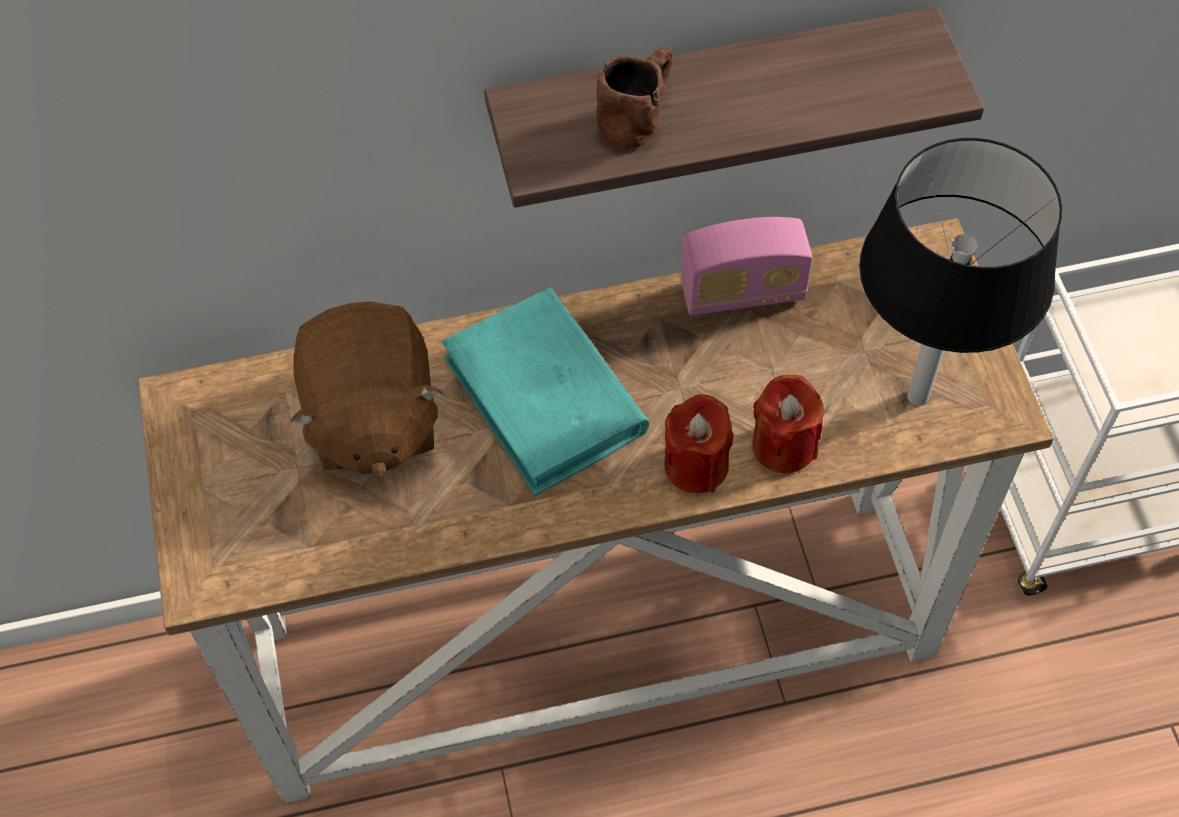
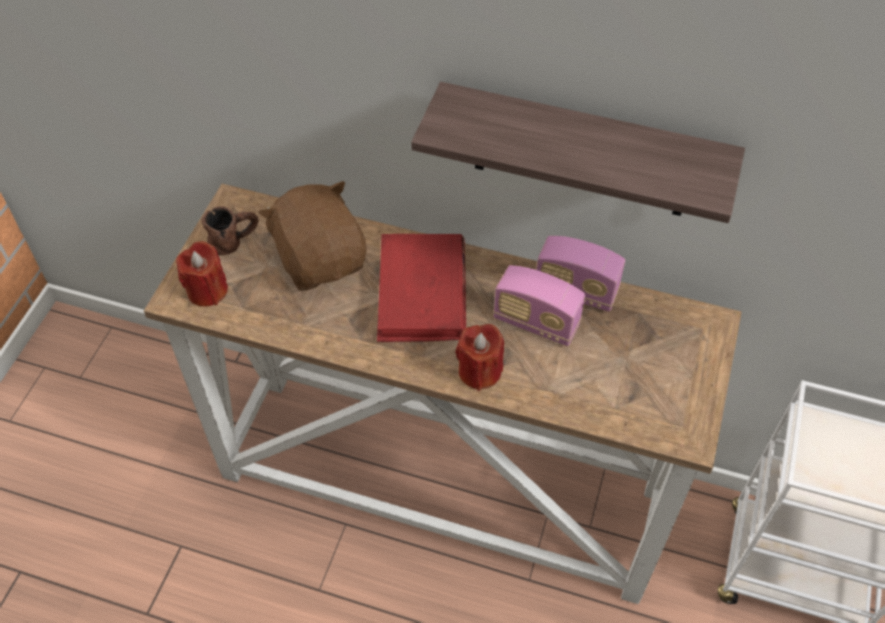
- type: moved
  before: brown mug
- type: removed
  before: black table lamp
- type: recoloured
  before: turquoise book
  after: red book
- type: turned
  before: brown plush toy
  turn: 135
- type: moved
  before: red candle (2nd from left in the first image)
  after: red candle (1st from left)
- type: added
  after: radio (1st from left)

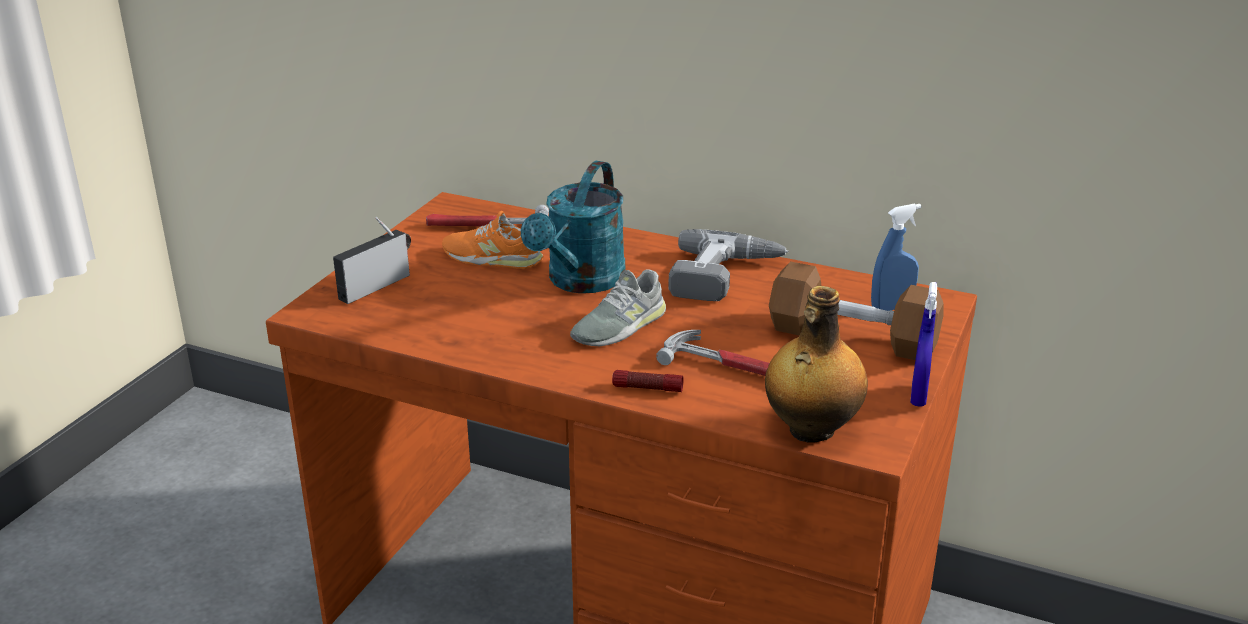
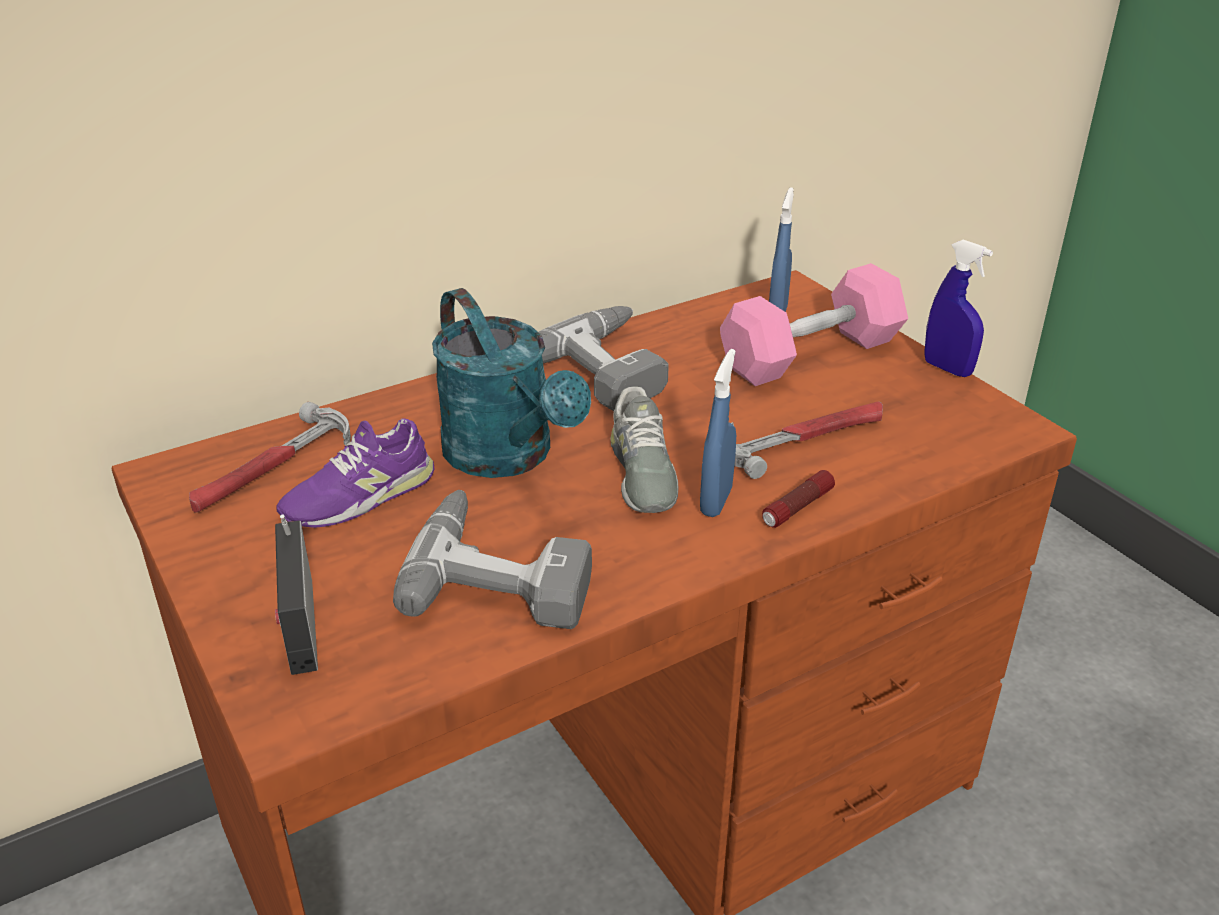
- type: recoloured
  before: orange shoe
  after: purple shoe
- type: recoloured
  before: brown dumbbell
  after: pink dumbbell
- type: removed
  before: bottle
- type: added
  after: blue spray bottle (1st from left)
- type: added
  after: power drill (1st from left)

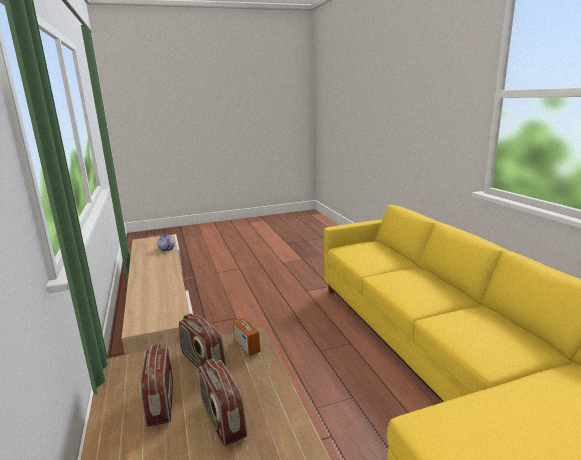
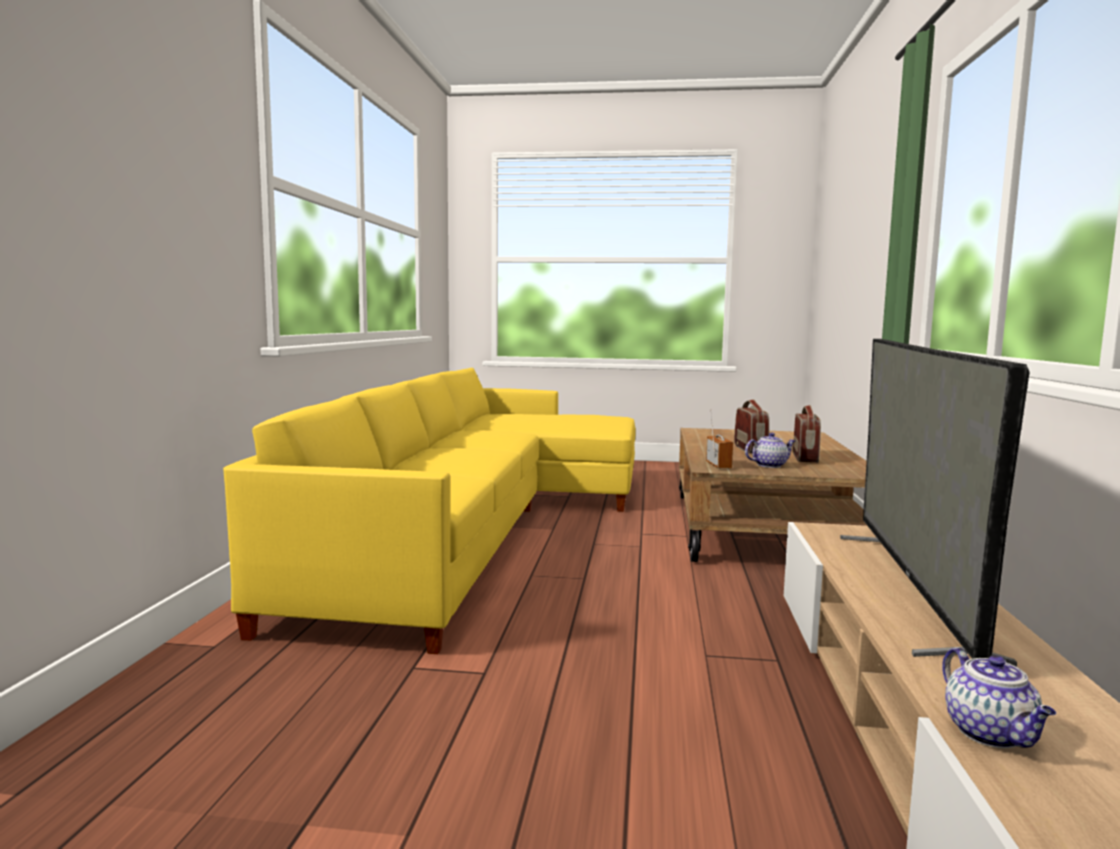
- type: replaced
  before: radio (2nd from left)
  after: teapot (1st from left)
- type: added
  after: television

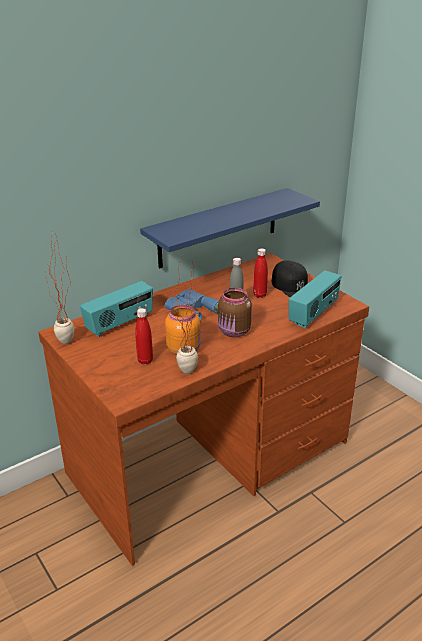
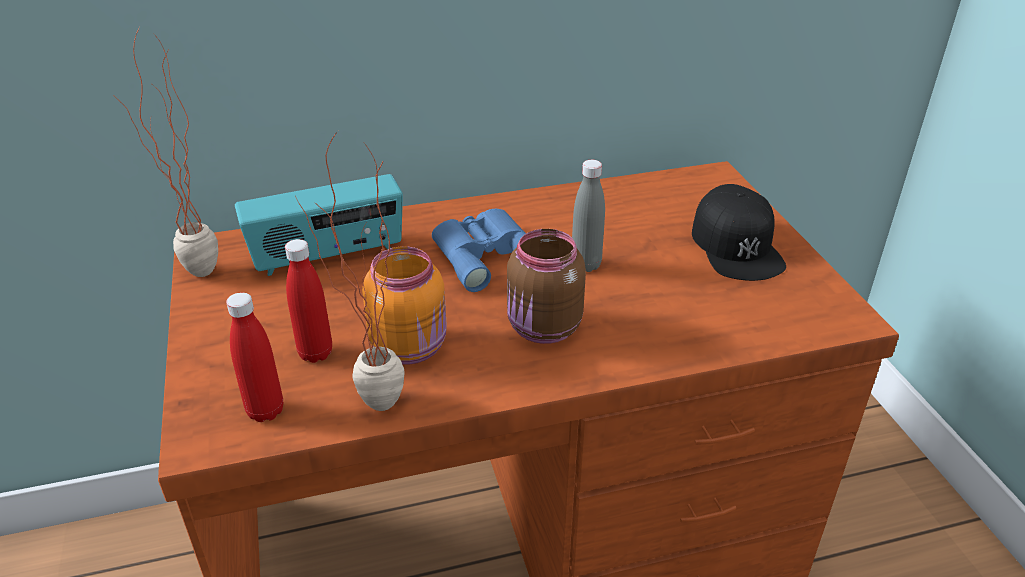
- type: removed
  before: blue shelf
- type: moved
  before: red bottle (2nd from left in the first image)
  after: red bottle (1st from left)
- type: removed
  before: radio (2nd from left)

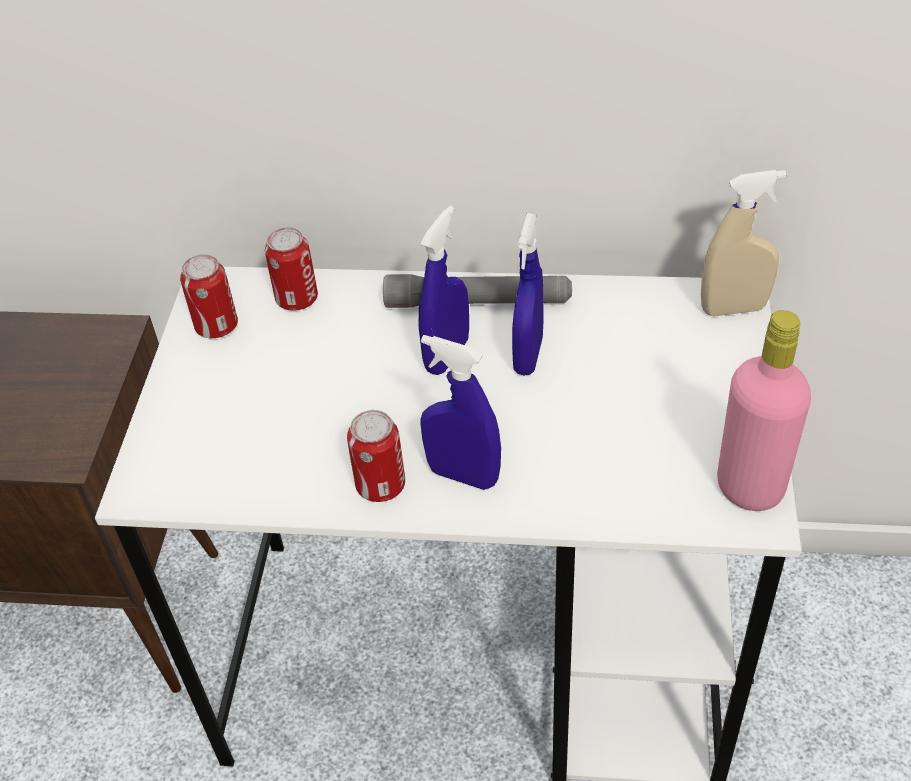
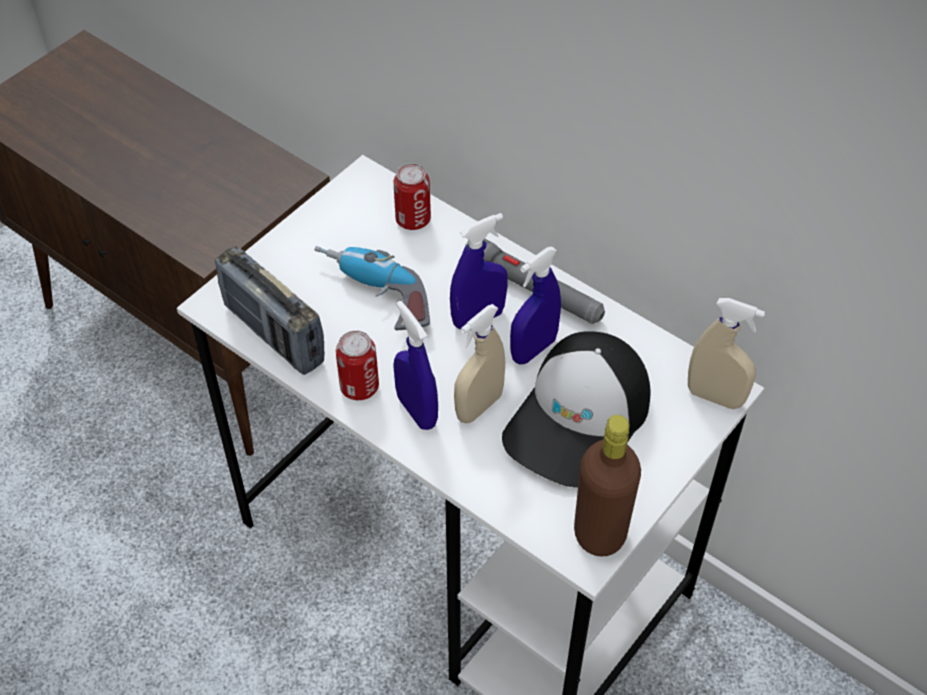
- type: removed
  before: can (1st from left)
- type: recoloured
  before: pink bottle
  after: brown bottle
- type: added
  after: radio
- type: added
  after: power drill
- type: added
  after: beige spray bottle (1st from left)
- type: added
  after: cap

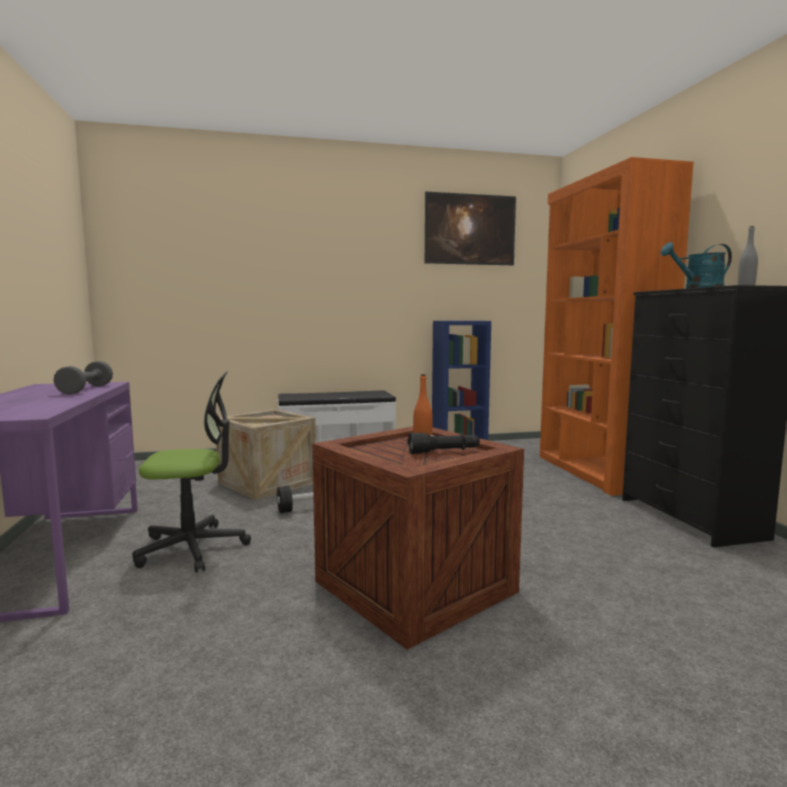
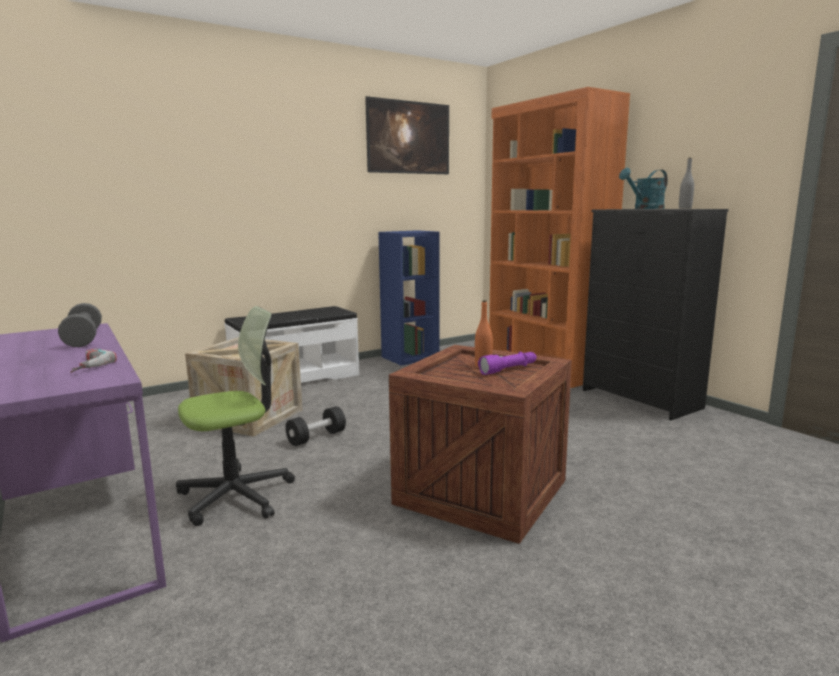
- type: recoloured
  before: black flashlight
  after: purple flashlight
- type: added
  after: power drill

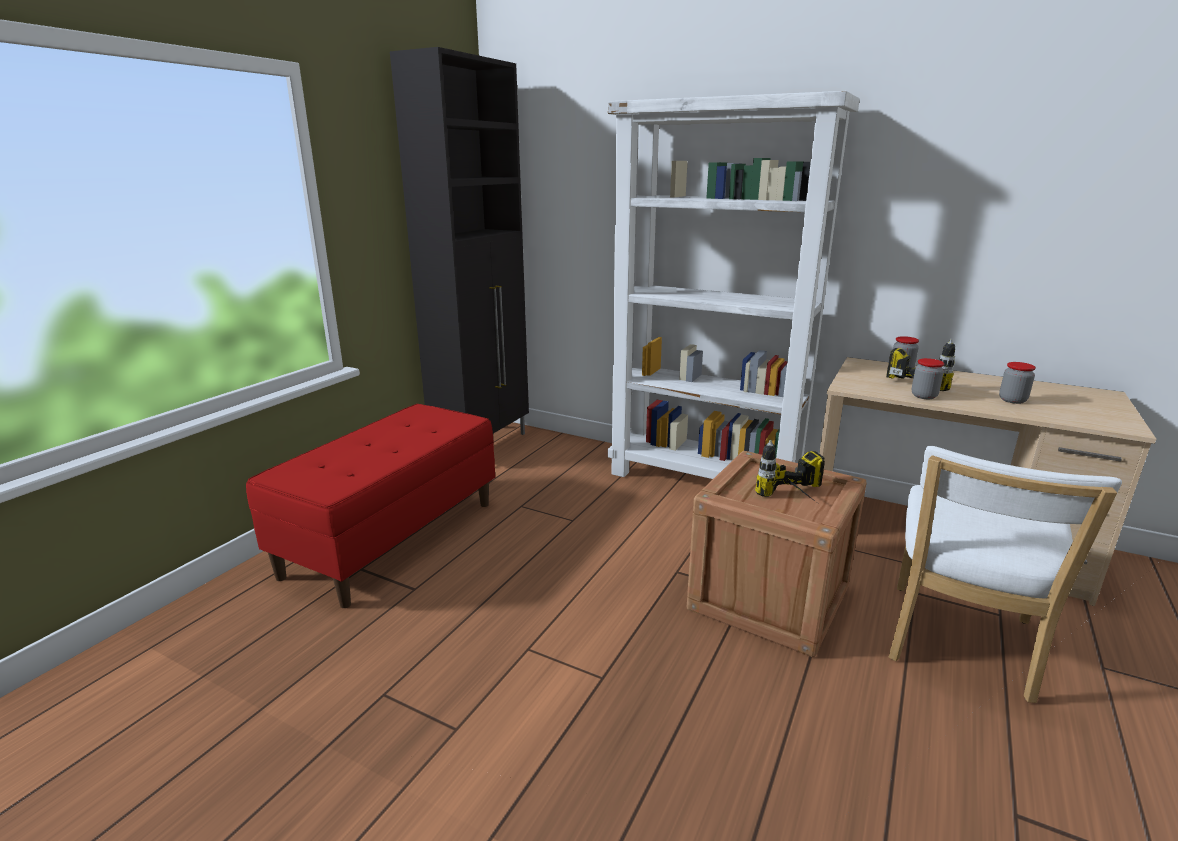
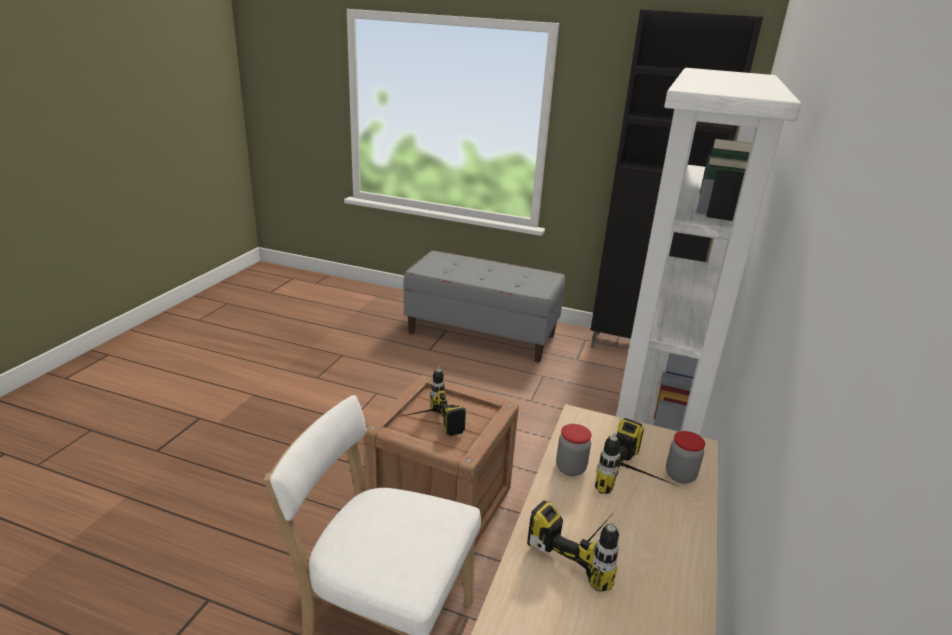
- type: replaced
  before: jar (3rd from left)
  after: power drill (2nd from left)
- type: recoloured
  before: red bench
  after: grey bench

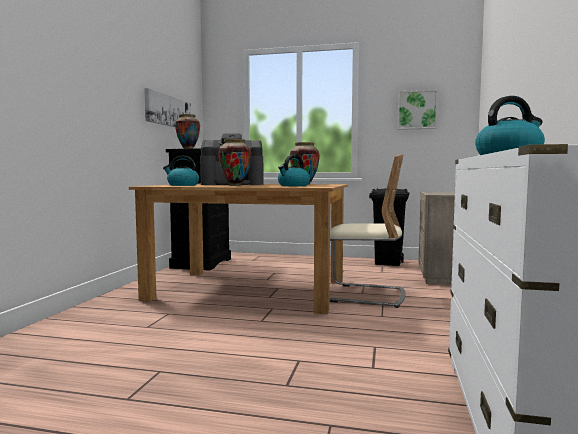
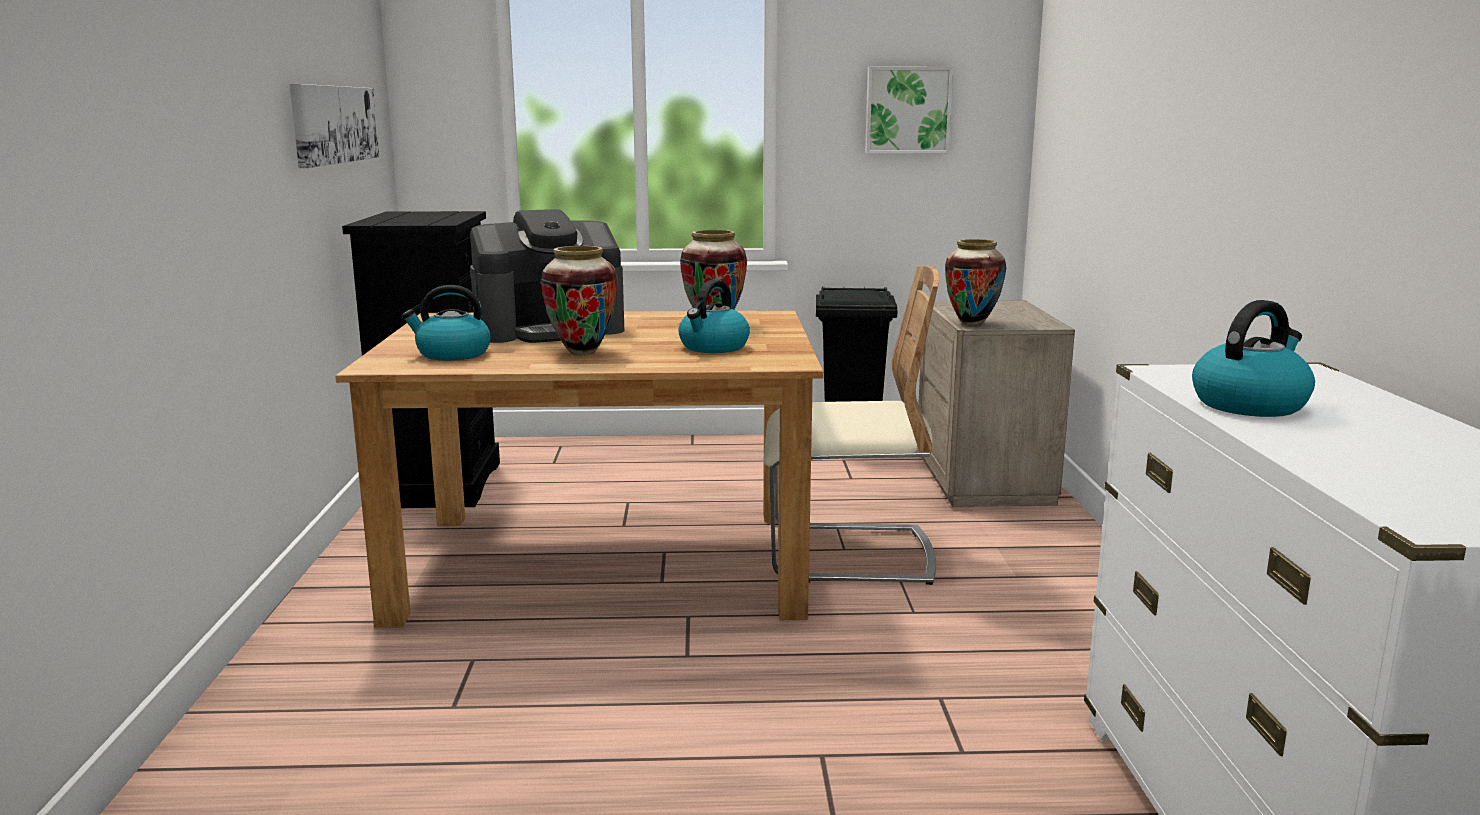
- type: moved
  before: vase (1st from left in the first image)
  after: vase (3rd from left)

